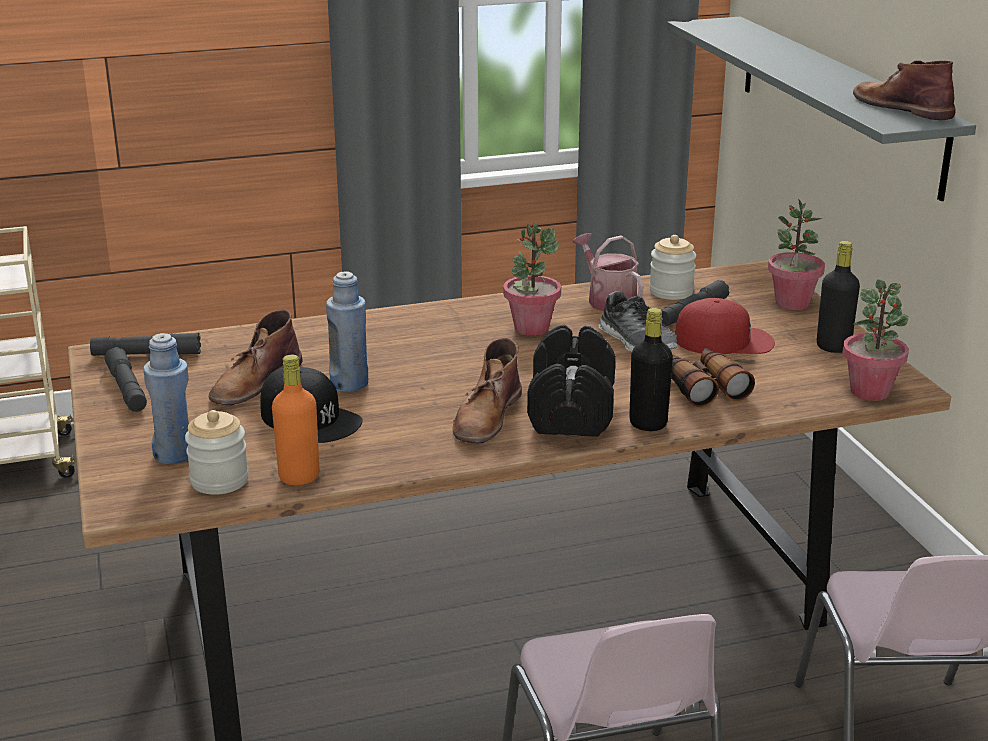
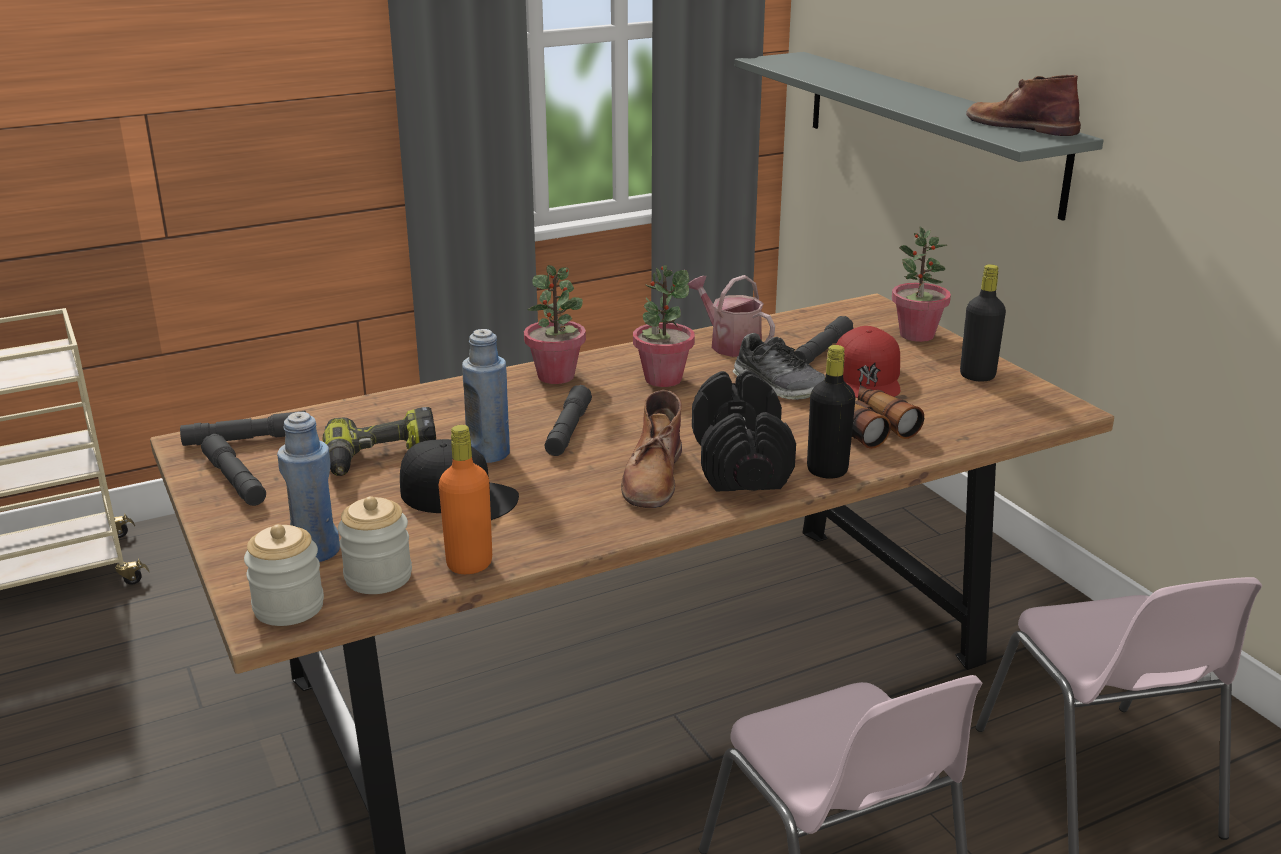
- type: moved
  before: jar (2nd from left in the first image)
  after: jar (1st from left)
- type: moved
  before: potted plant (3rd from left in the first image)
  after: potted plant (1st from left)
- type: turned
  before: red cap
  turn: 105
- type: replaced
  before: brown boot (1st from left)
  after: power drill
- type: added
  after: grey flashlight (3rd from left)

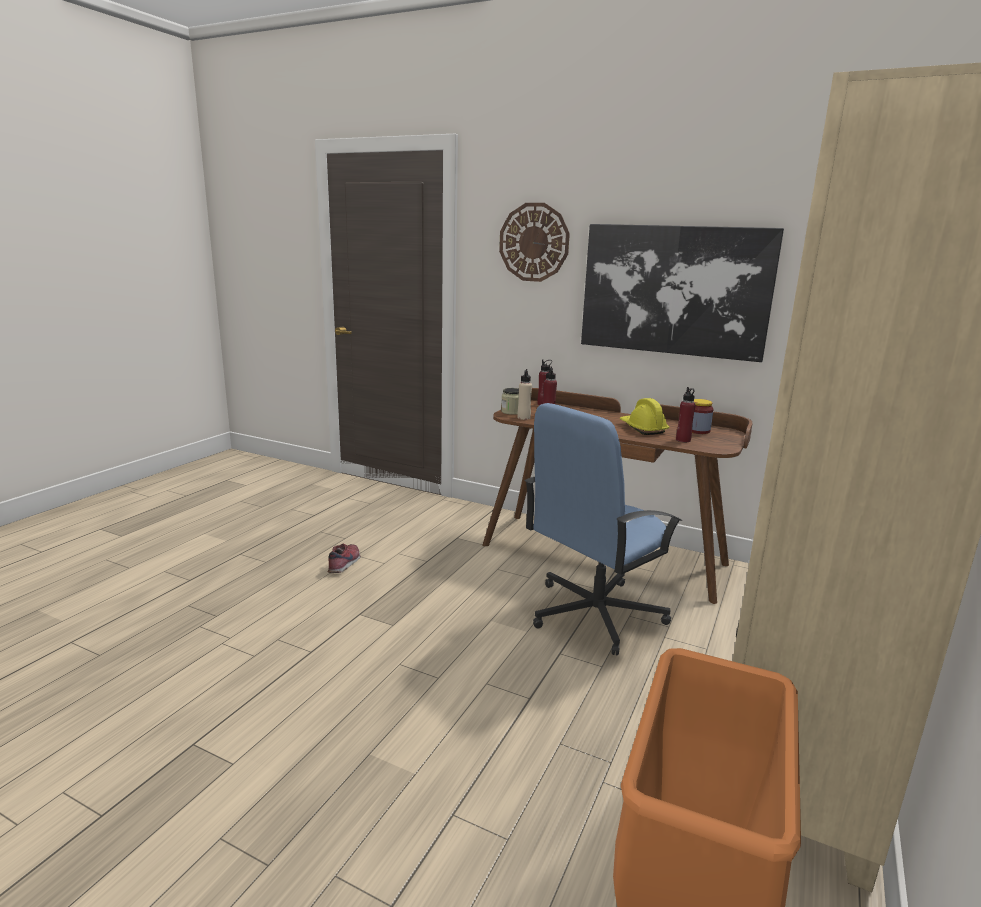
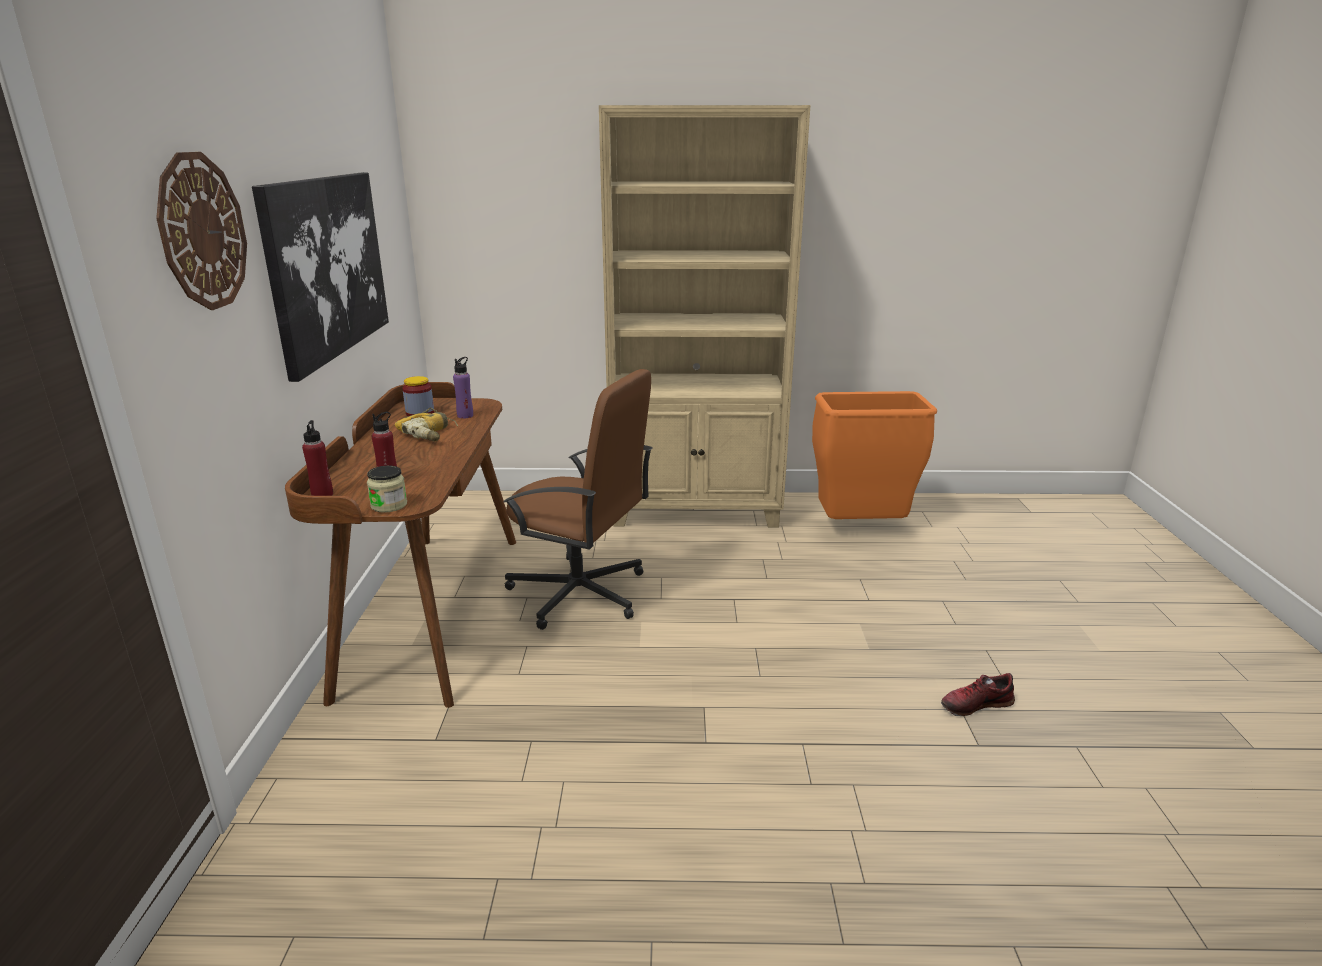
- type: removed
  before: beige bottle
- type: recoloured
  before: red bottle (3rd from left)
  after: purple bottle
- type: replaced
  before: yellow hard hat
  after: power drill
- type: recoloured
  before: blue office chair
  after: brown office chair
- type: moved
  before: shoe

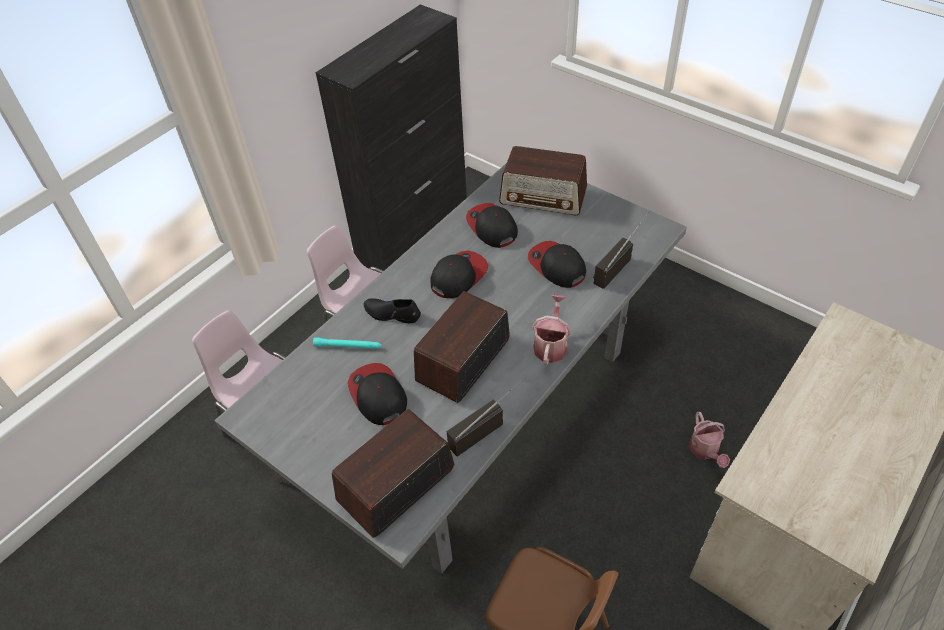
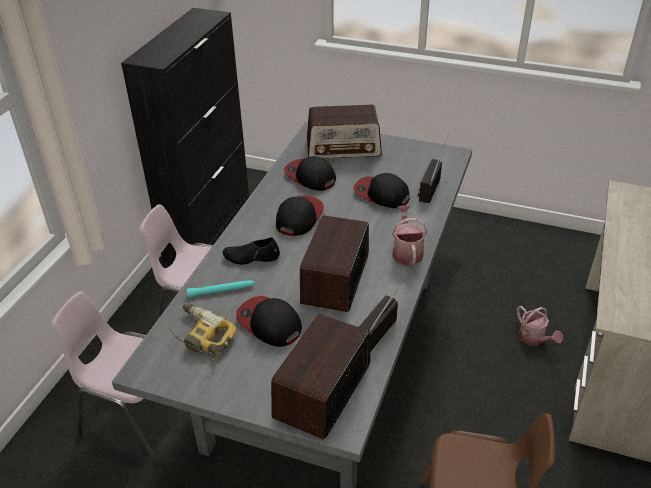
- type: added
  after: power drill

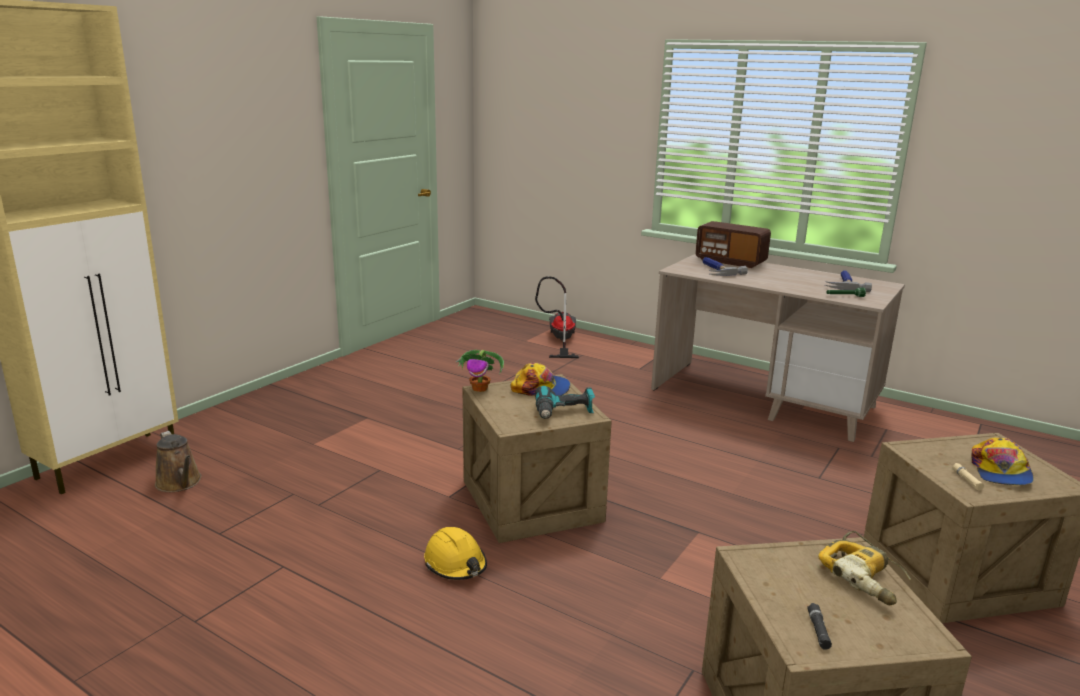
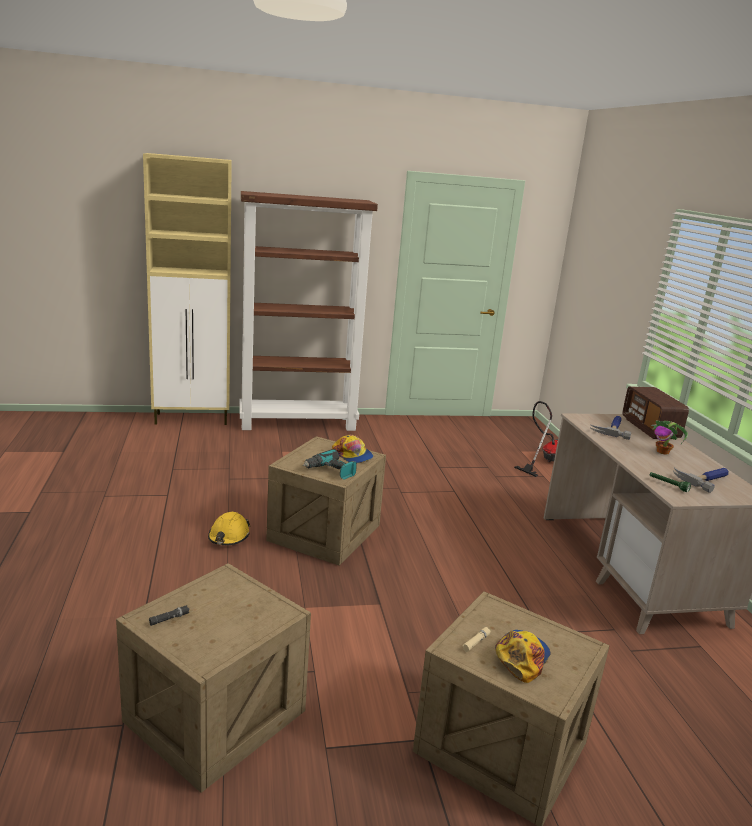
- type: moved
  before: potted plant
- type: removed
  before: brown watering can
- type: turned
  before: cap (2nd from left)
  turn: 150
- type: removed
  before: power drill (2nd from left)
- type: added
  after: brown bookcase

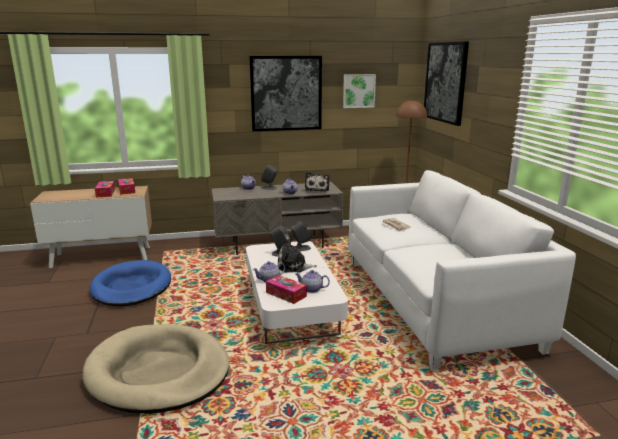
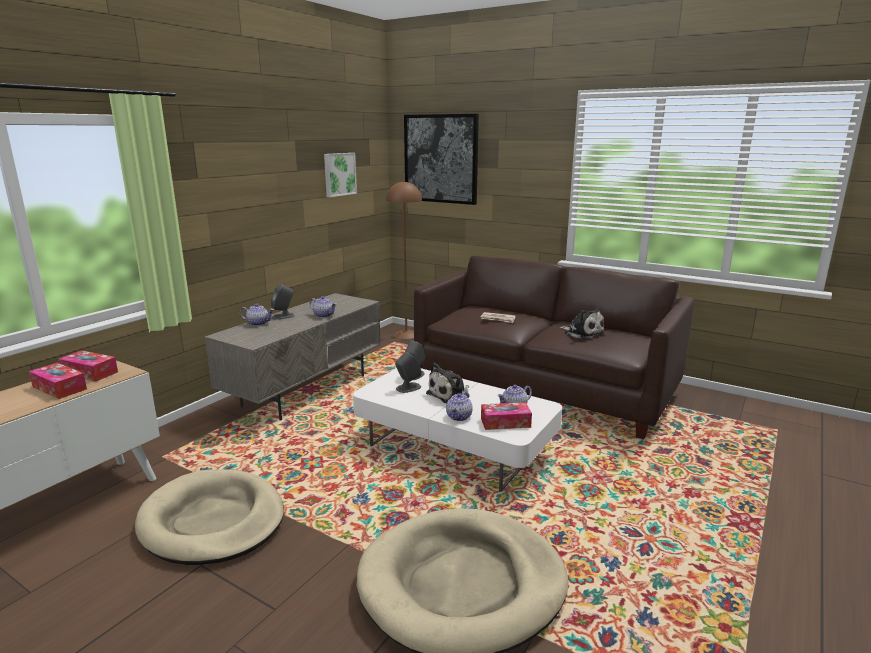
- type: removed
  before: picture (1st from left)
- type: recoloured
  before: white sofa
  after: brown sofa
- type: moved
  before: plush toy (2nd from left)
- type: recoloured
  before: blue dog bed
  after: beige dog bed (1st from left)

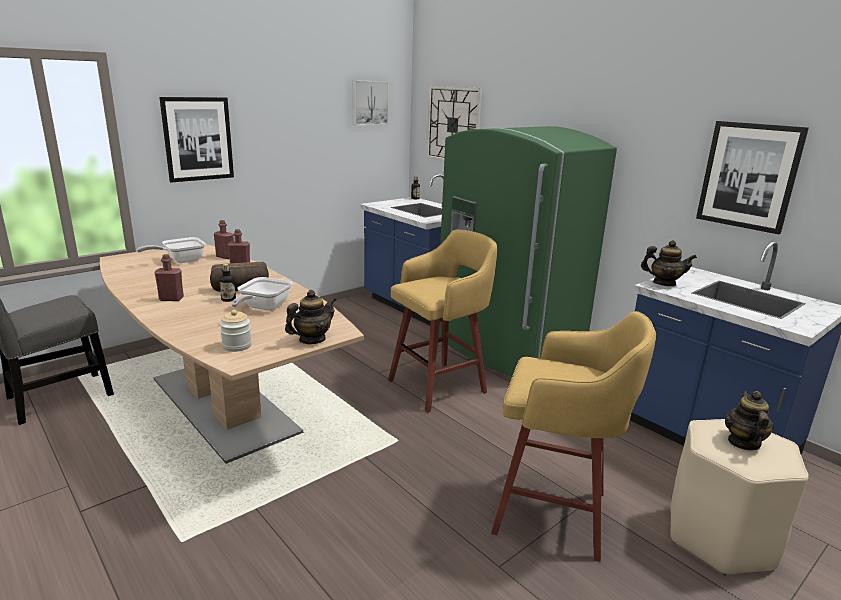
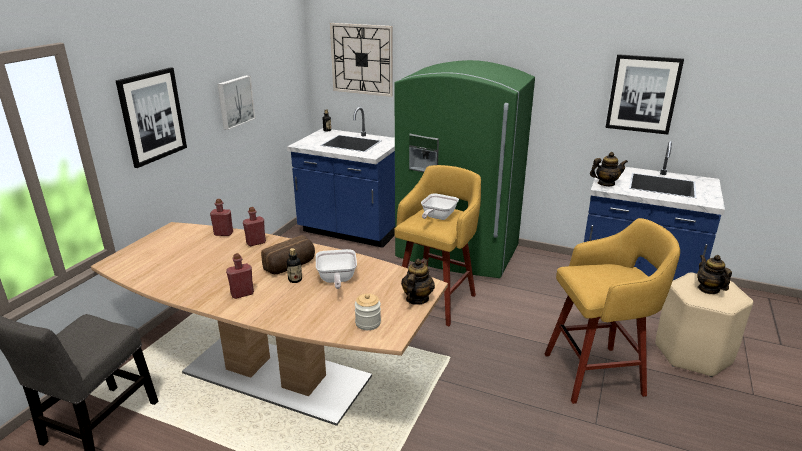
- type: moved
  before: picture (2nd from left)
- type: moved
  before: frying pan (1st from left in the first image)
  after: frying pan (2nd from left)

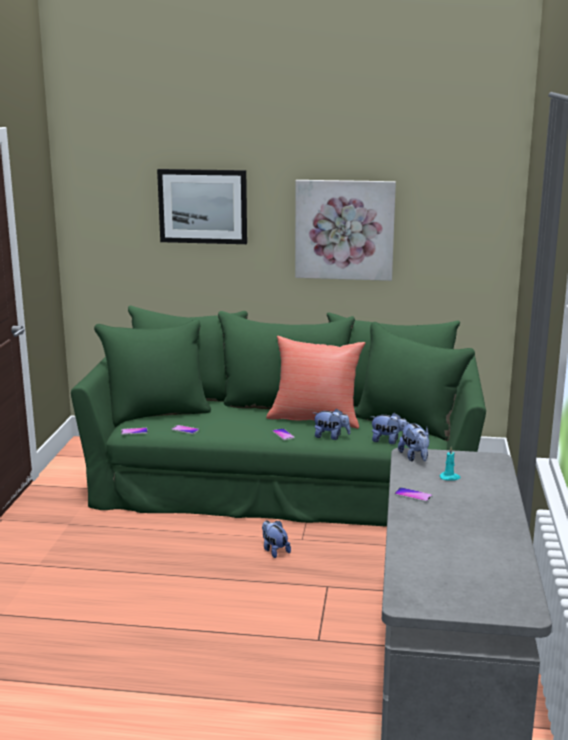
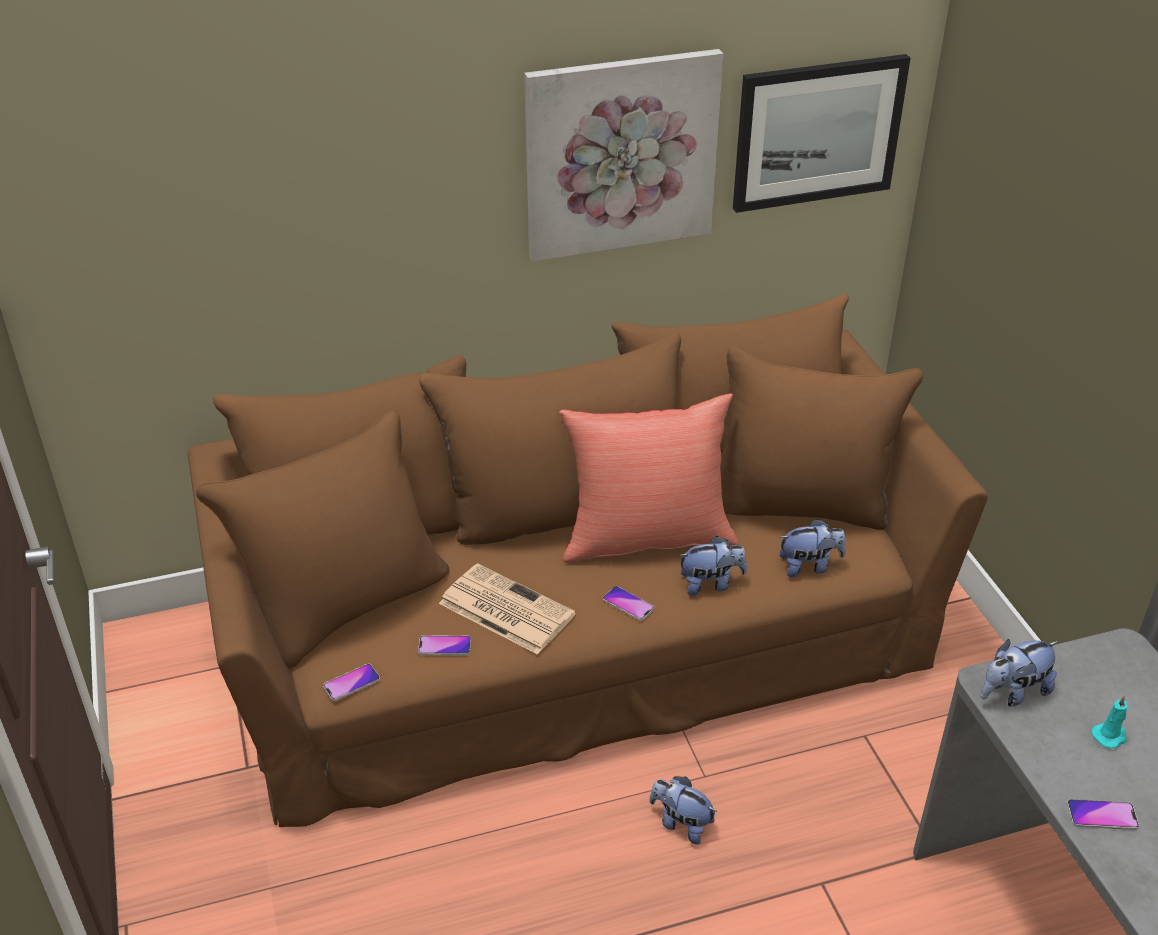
- type: moved
  before: picture (1st from left in the first image)
  after: picture (2nd from left)
- type: recoloured
  before: green sofa
  after: brown sofa
- type: turned
  before: plush toy (4th from left)
  turn: 105
- type: added
  after: newspaper

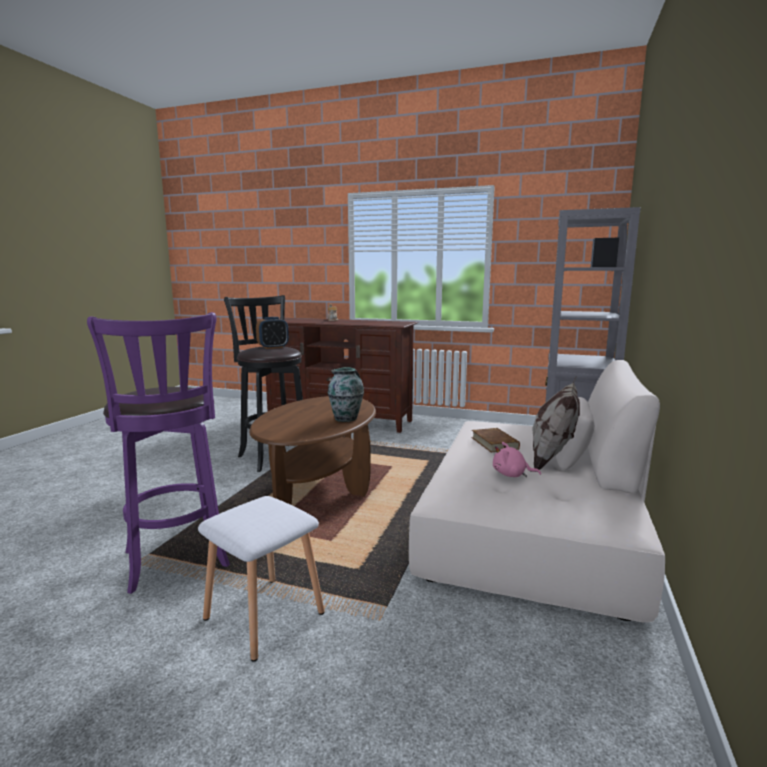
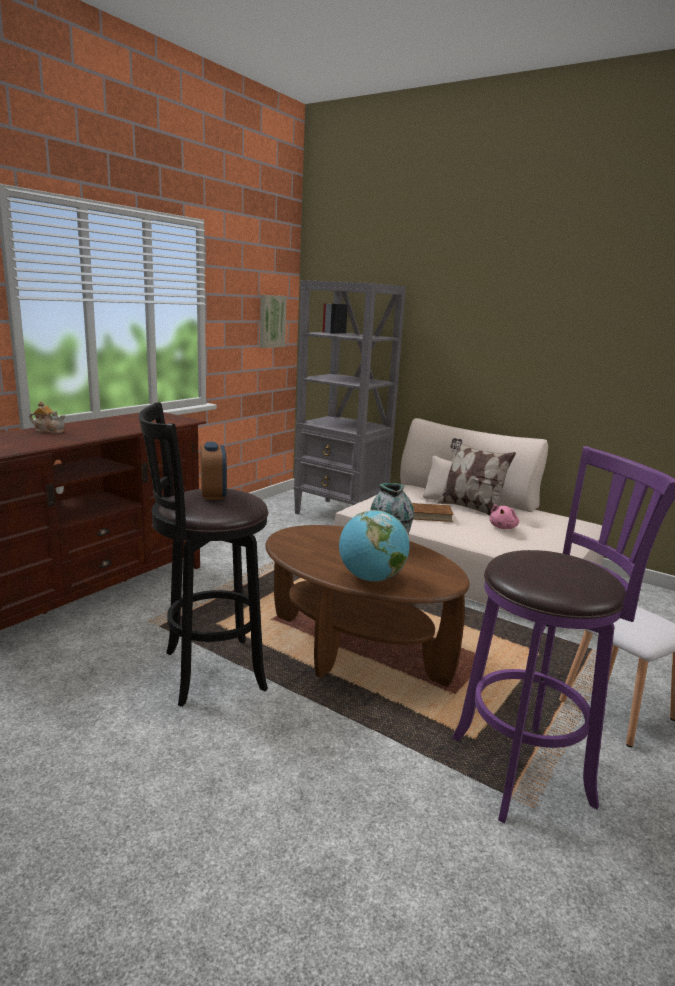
- type: added
  after: picture
- type: added
  after: globe

